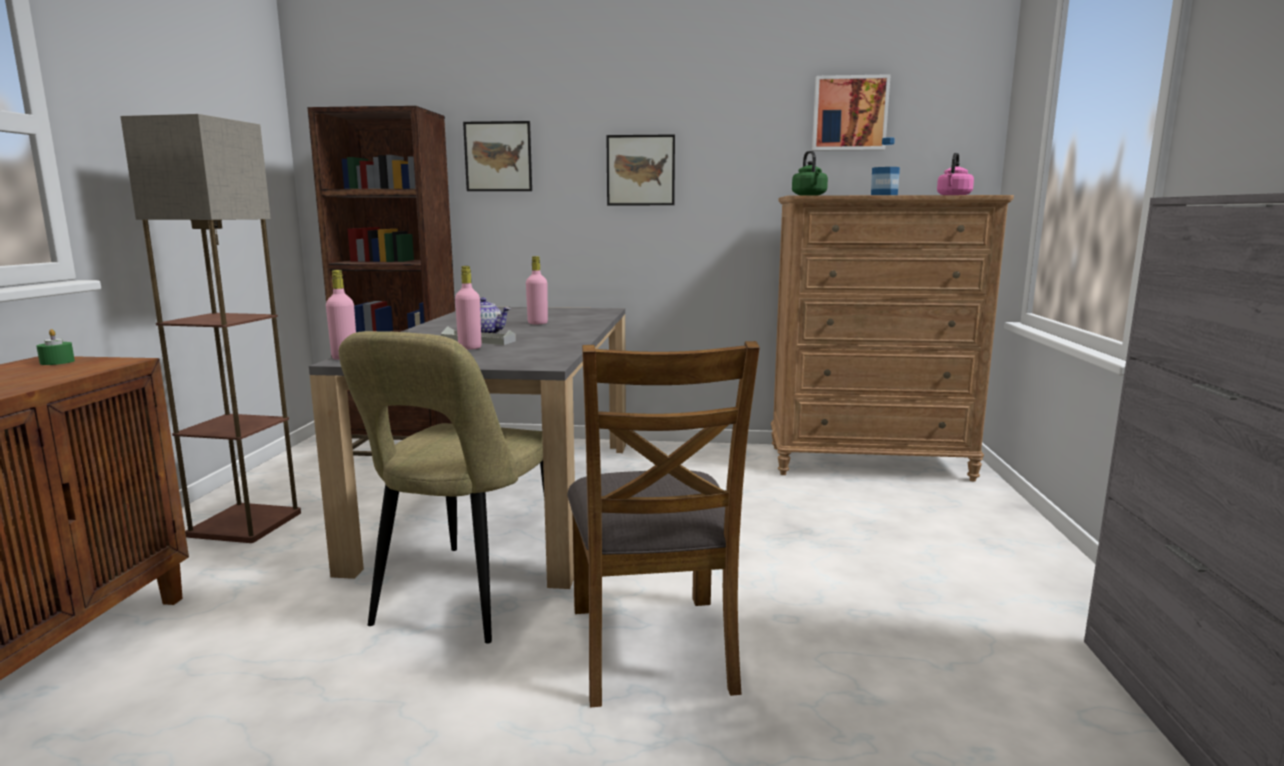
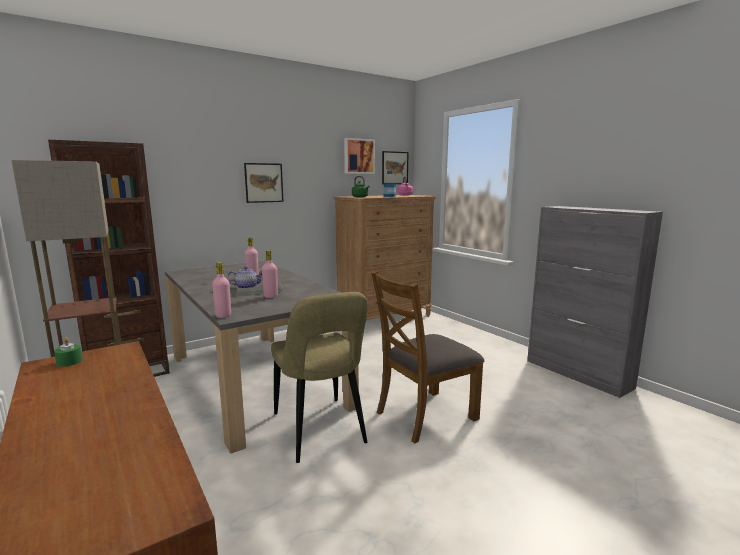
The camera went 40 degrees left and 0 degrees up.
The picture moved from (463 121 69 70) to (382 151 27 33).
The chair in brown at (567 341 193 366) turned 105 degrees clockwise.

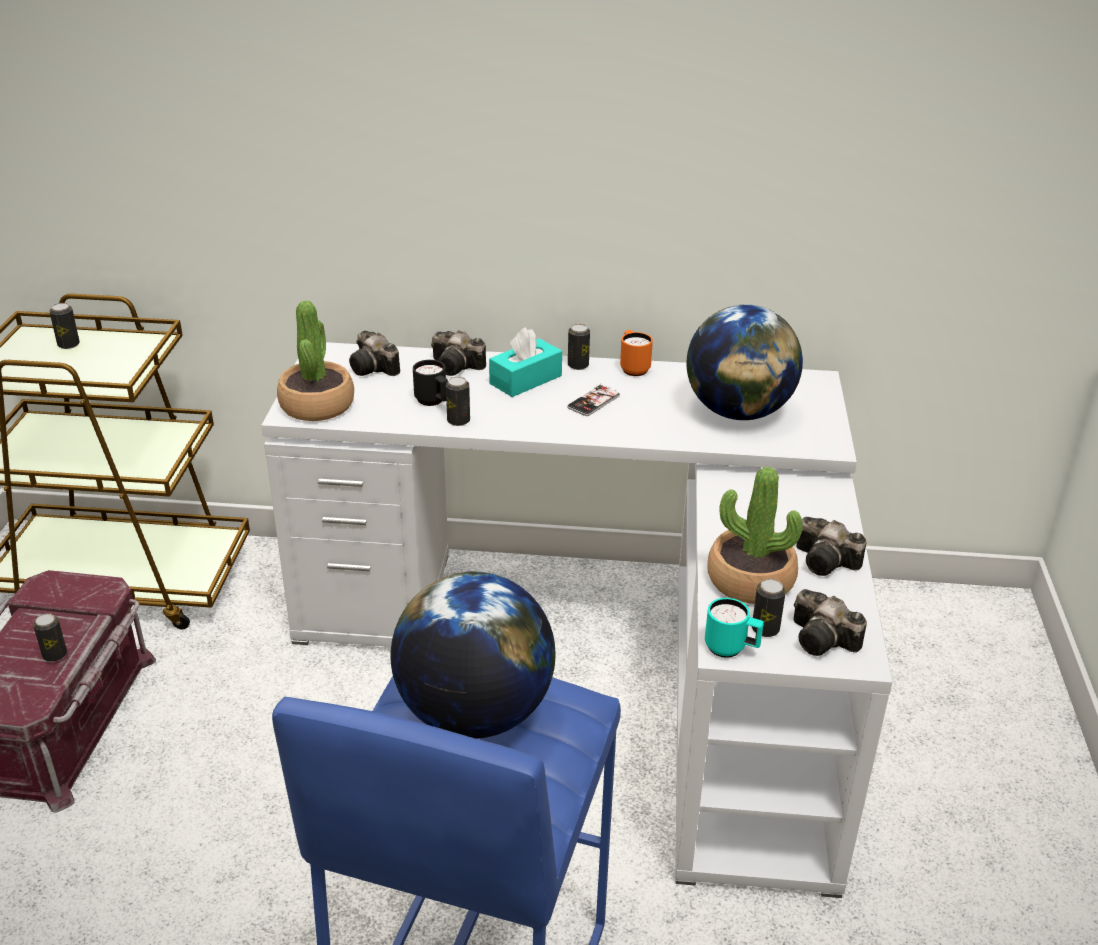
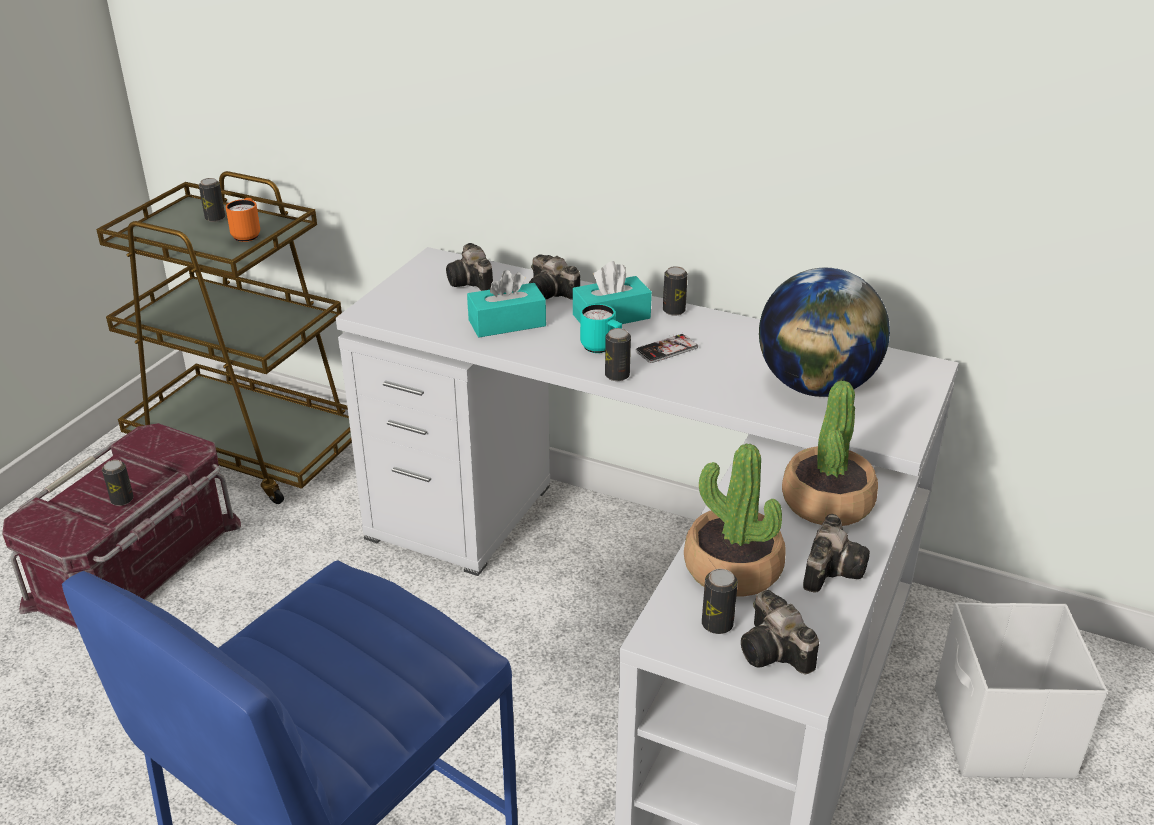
The camera went 20 degrees right and 0 degrees up.
The potted plant moved from (277 300 77 121) to (782 381 96 145).
The mug in orange moved from (620 330 33 46) to (226 198 34 44).
The mug in black at (413 360 35 46) was replaced by the tissue box in turquoise at (467 270 79 67).
The can moved from (446 377 24 49) to (605 328 26 53).
The photo camera at (796 517 71 59) turned 120 degrees counterclockwise.
The globe at (391 572 165 167) disappeared.
The mug in turquoise moved from (705 598 59 60) to (580 304 42 49).
The storage box in white at (935 602 173 177) appeared.

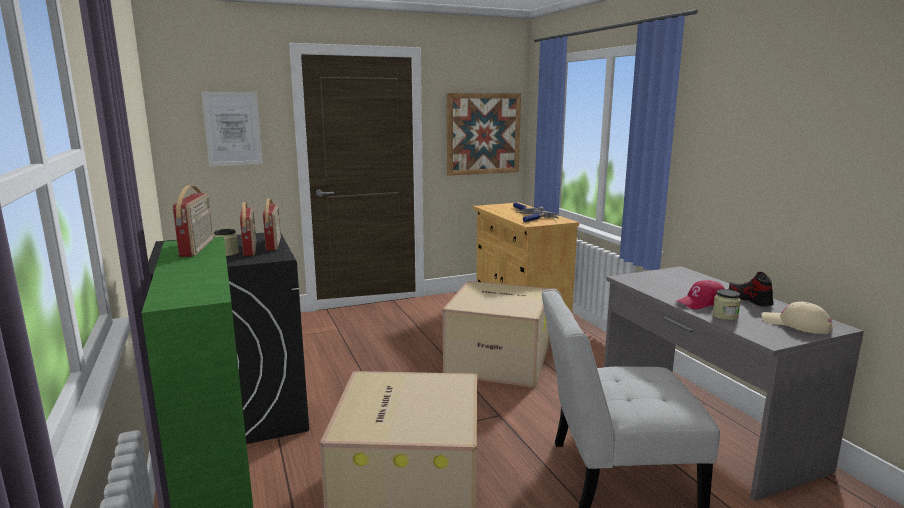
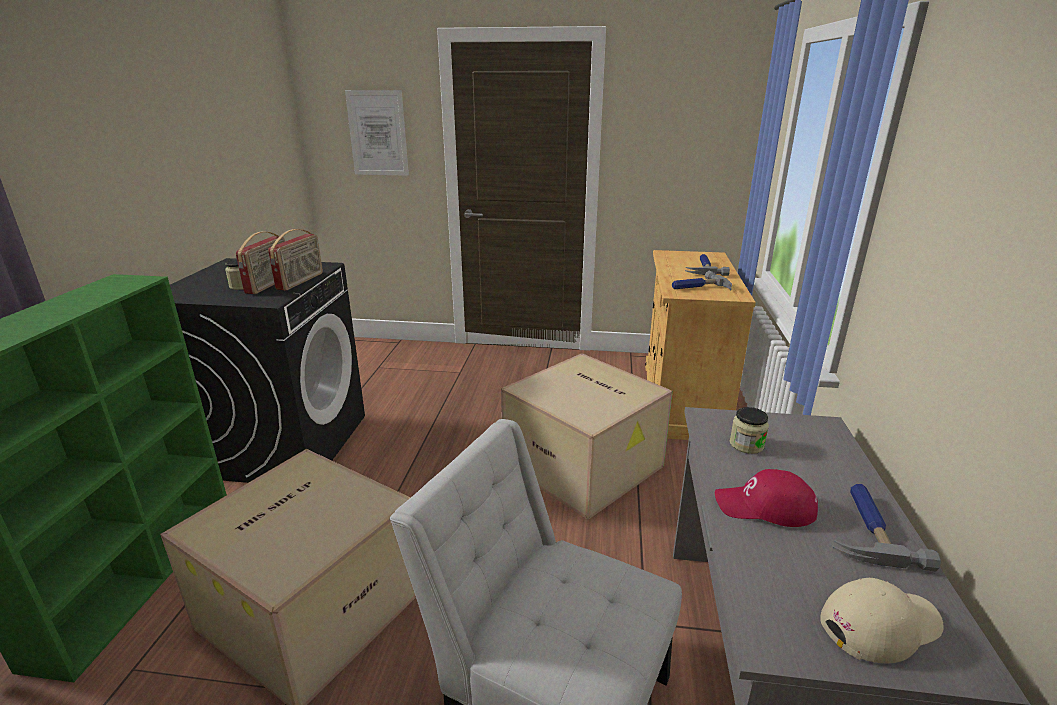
The camera went 30 degrees right and 10 degrees up.
The picture at (447 93 74 83) disappeared.
The radio at (173 185 40 72) disappeared.
The shoe at (729 272 45 34) was replaced by the hammer at (833 484 108 88).
The jar moved from (712 289 29 31) to (730 407 39 47).
The cap in beige at (762 302 71 32) turned 90 degrees clockwise.

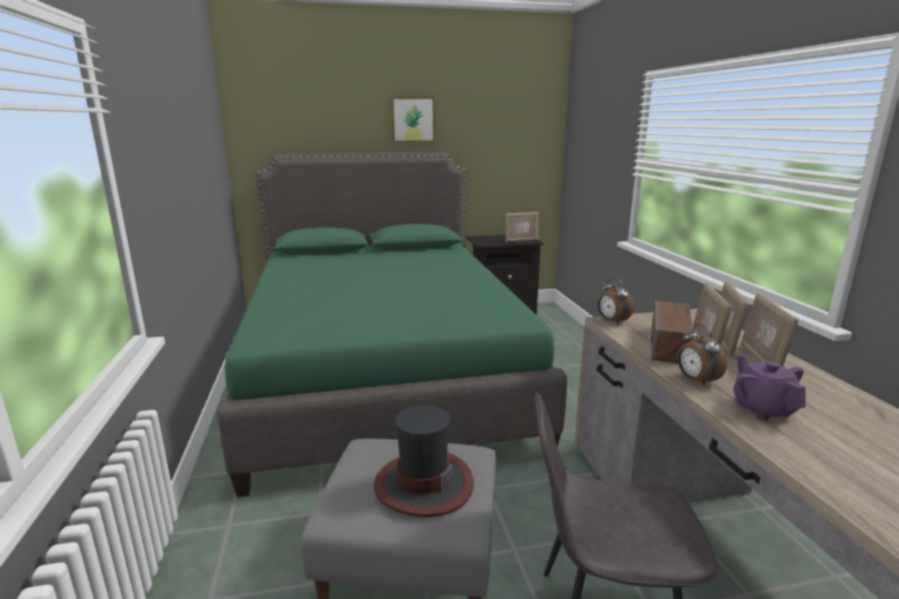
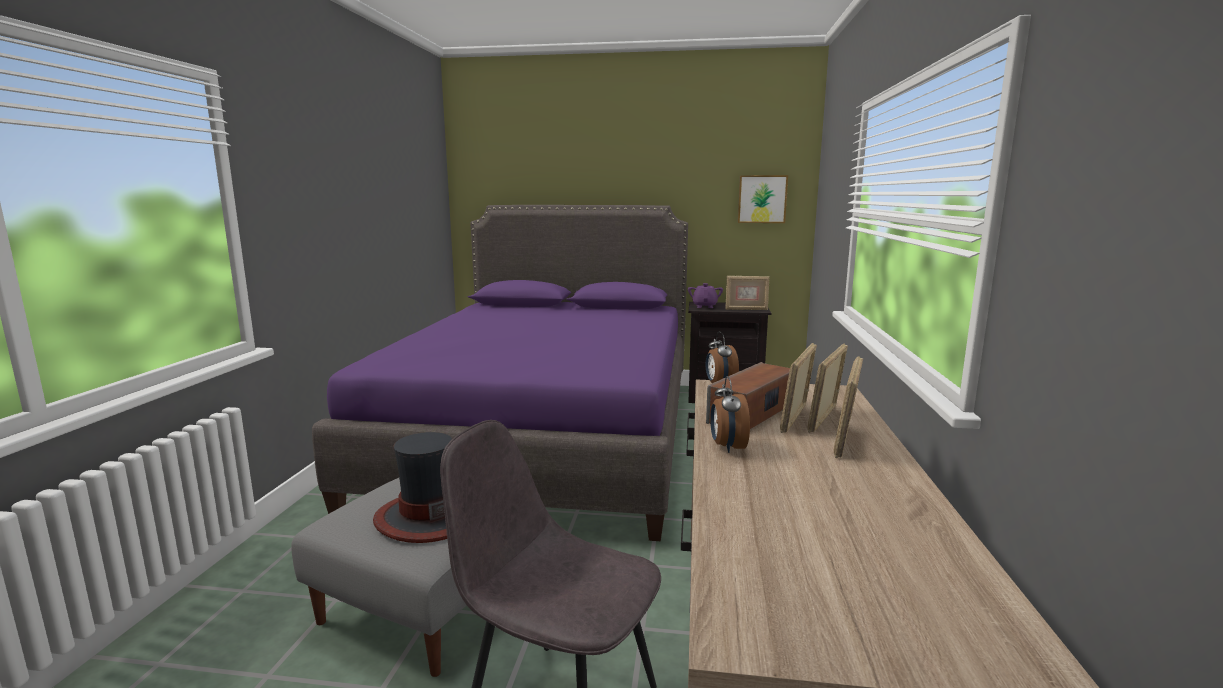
The camera went 20 degrees right and 5 degrees down.
The picture moved from (391 97 44 45) to (738 175 50 48).
The bed in green at (217 152 350 345) became the bed in purple at (312 205 376 336).
The teapot in purple moved from (733 356 73 64) to (688 283 35 25).

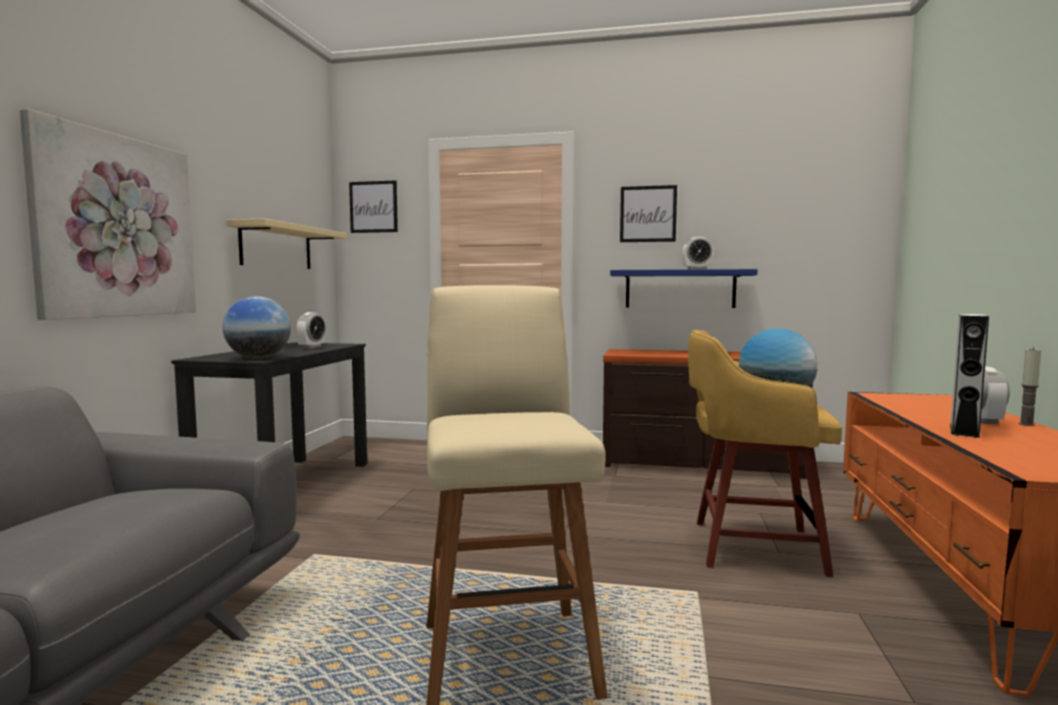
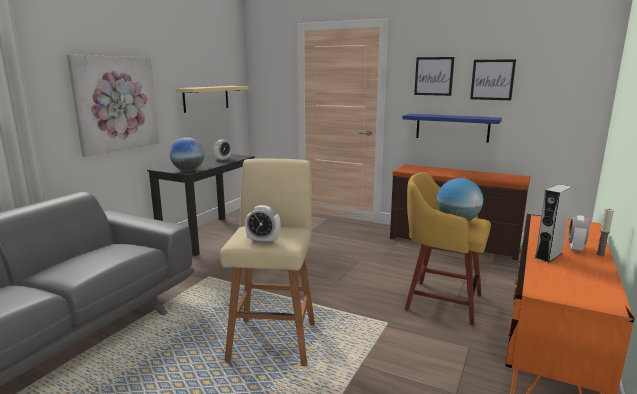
The camera went 15 degrees right and 10 degrees up.
The picture moved from (349 180 49 53) to (470 59 46 41).
The alarm clock moved from (682 237 31 32) to (245 205 36 39).

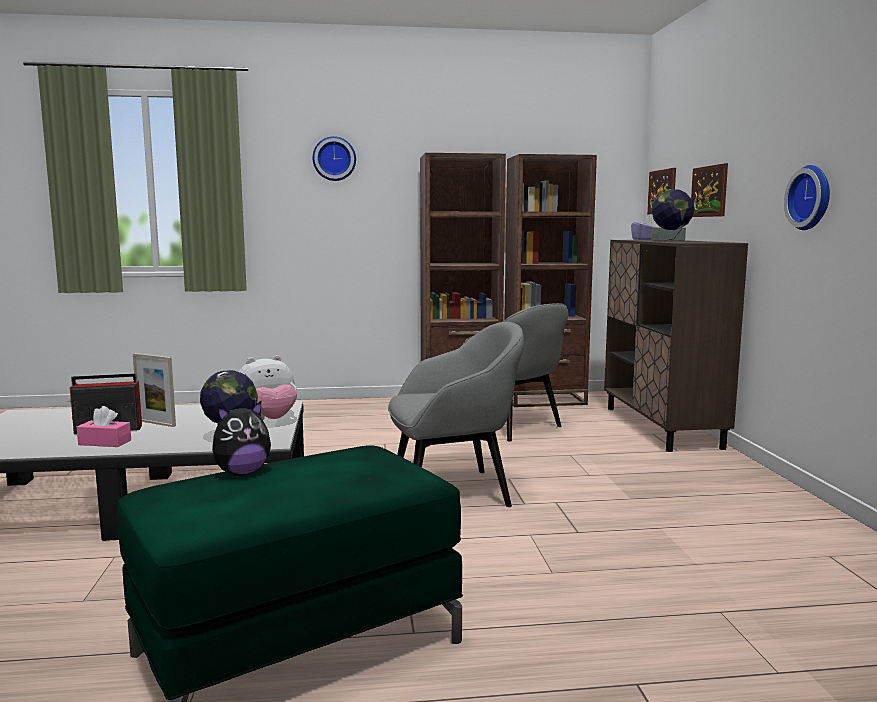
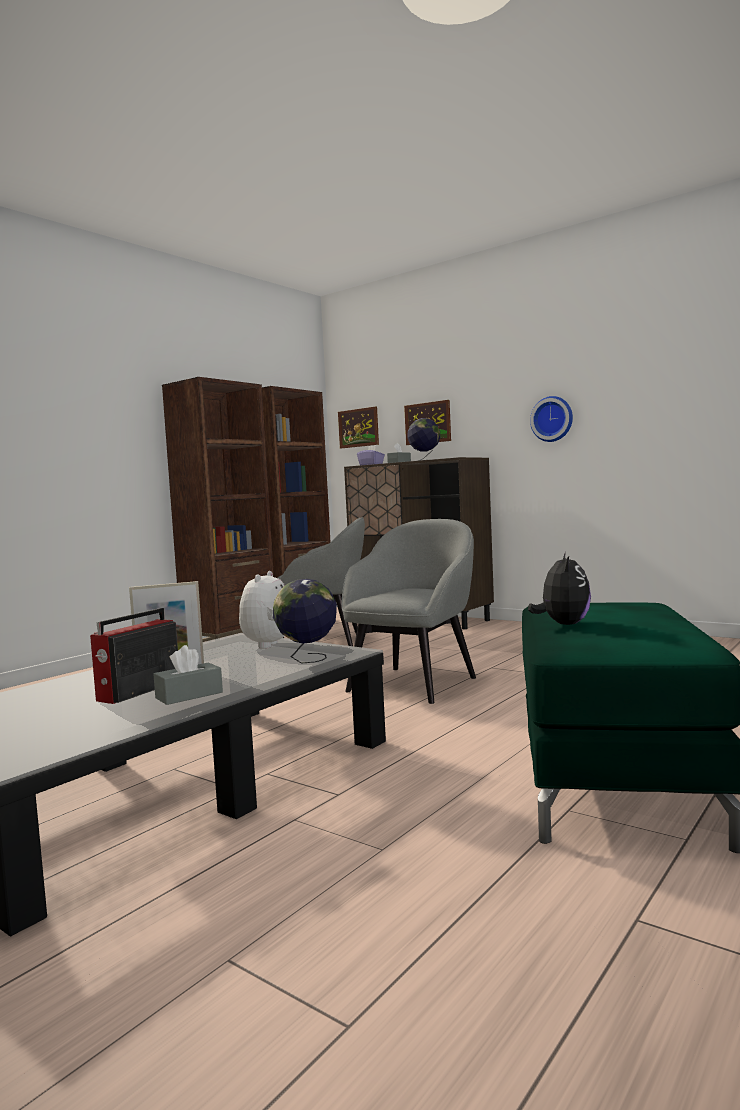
The camera went 45 degrees left and 5 degrees down.
The wall clock at (313 136 43 45) disappeared.
The tissue box in pink at (77 406 54 41) became the tissue box in grey at (153 645 70 60).

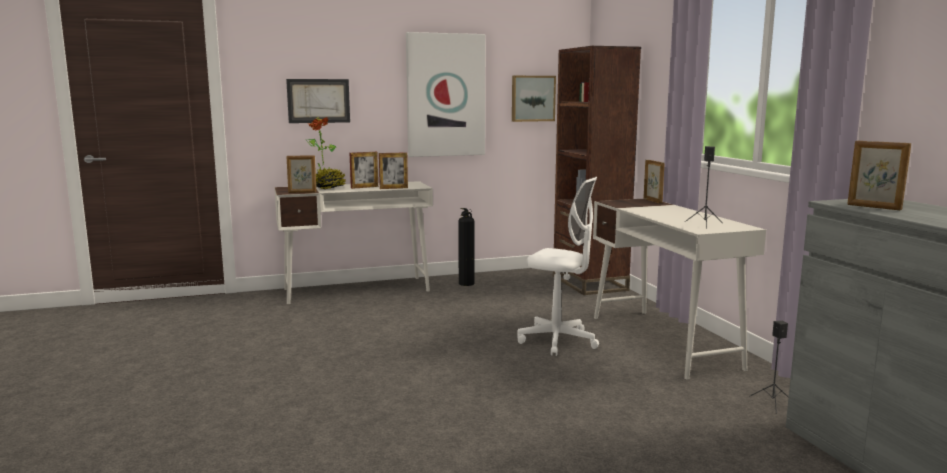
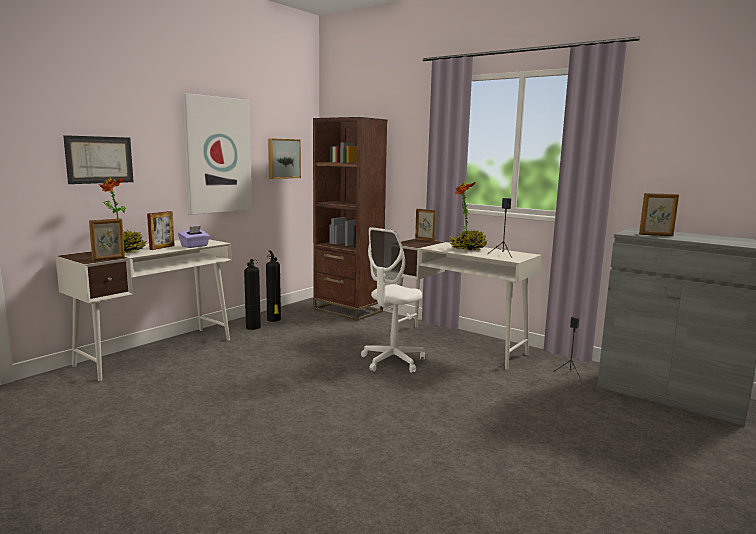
The camera went 35 degrees left and 0 degrees up.
The picture frame at (379 152 29 37) was replaced by the tissue box in purple at (178 226 32 22).
The office chair in white at (517 177 82 179) turned 135 degrees clockwise.
The potted plant at (449 182 38 68) appeared.
The fire extinguisher at (266 250 15 72) appeared.

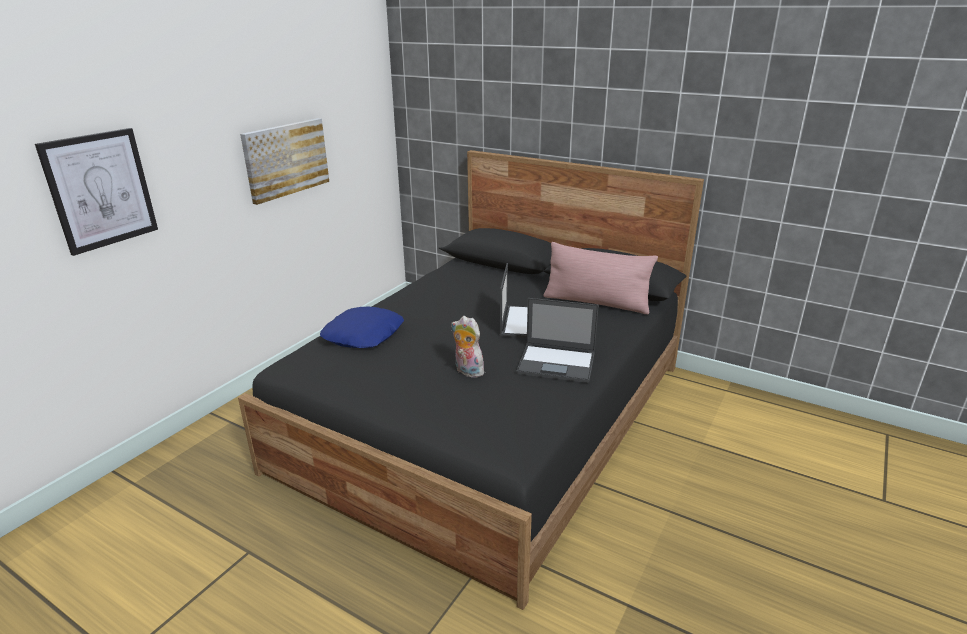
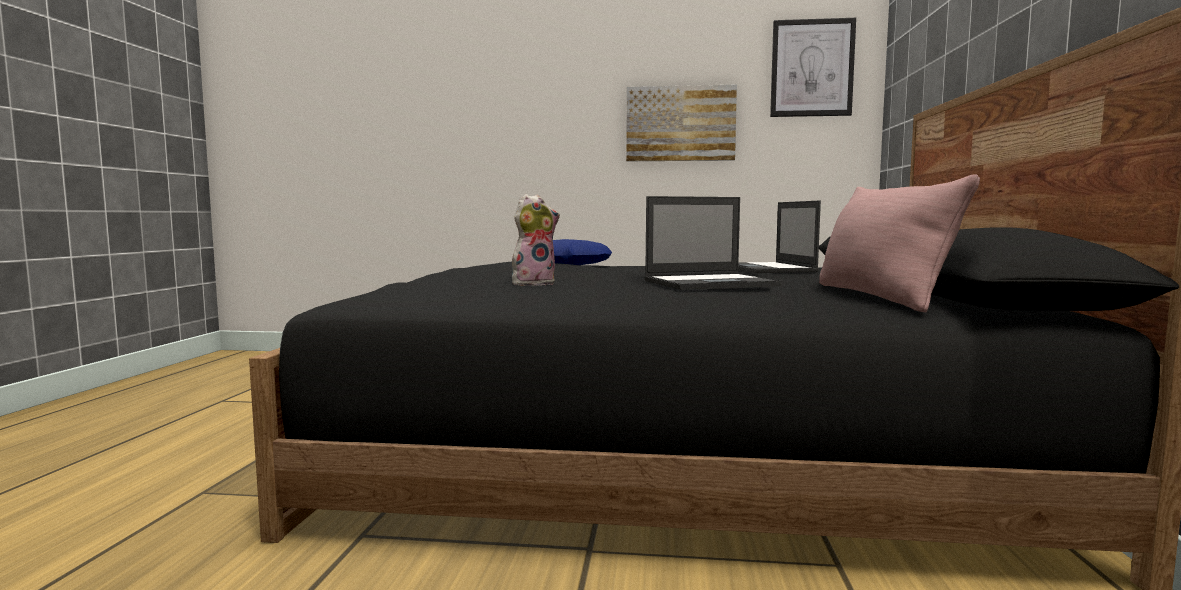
The camera went 65 degrees right and 20 degrees down.
The picture moved from (35 128 123 128) to (770 18 86 99).
The laptop moved from (516 298 83 85) to (738 201 83 72).
The plush toy at (451 316 35 62) turned 45 degrees clockwise.

